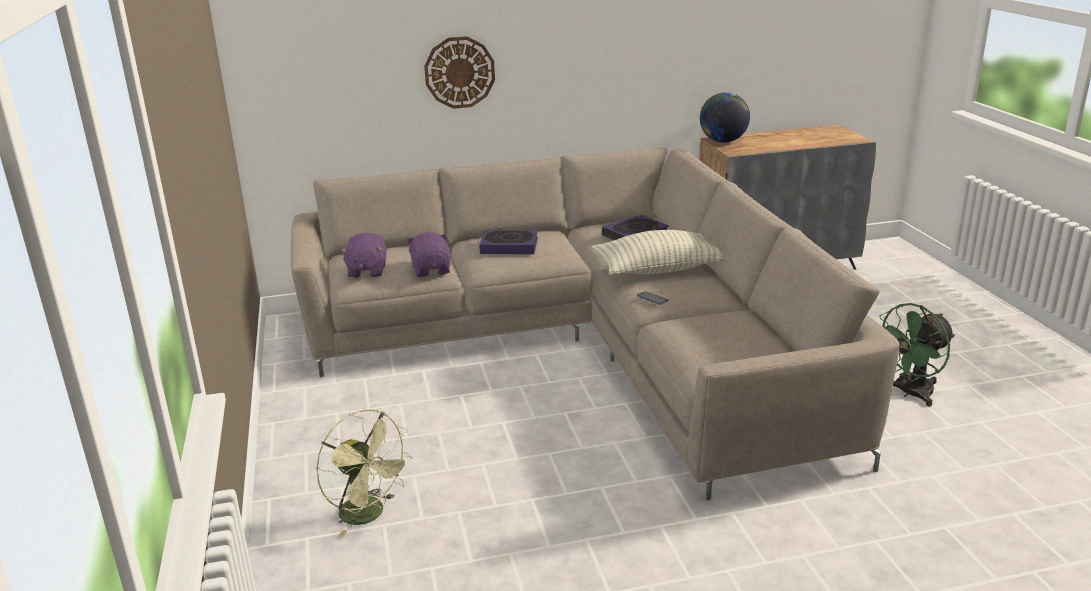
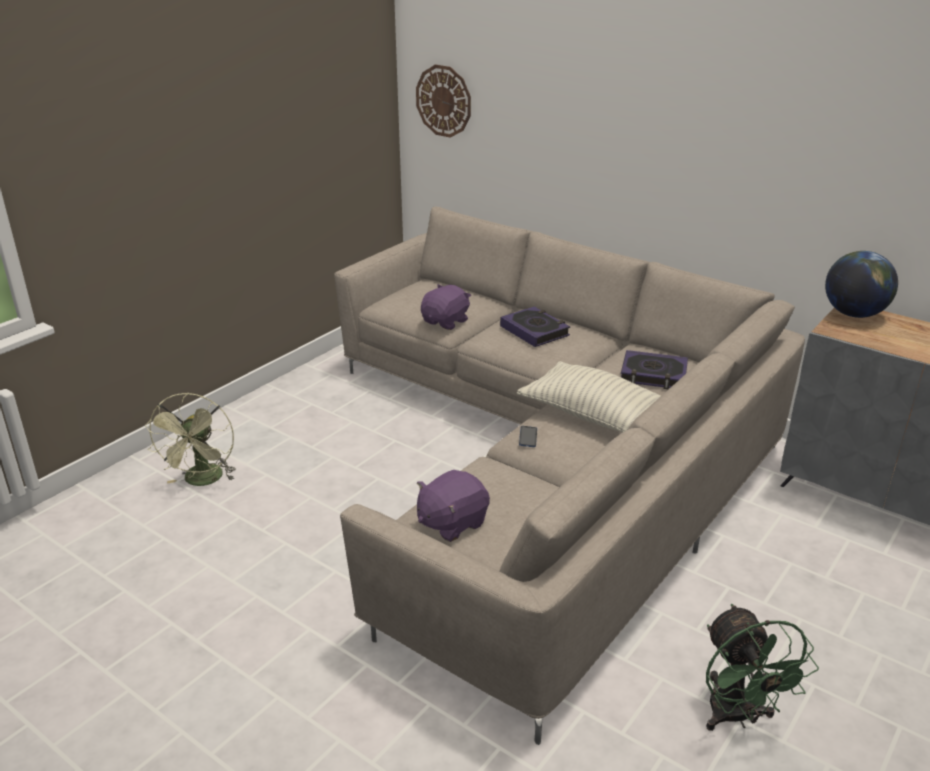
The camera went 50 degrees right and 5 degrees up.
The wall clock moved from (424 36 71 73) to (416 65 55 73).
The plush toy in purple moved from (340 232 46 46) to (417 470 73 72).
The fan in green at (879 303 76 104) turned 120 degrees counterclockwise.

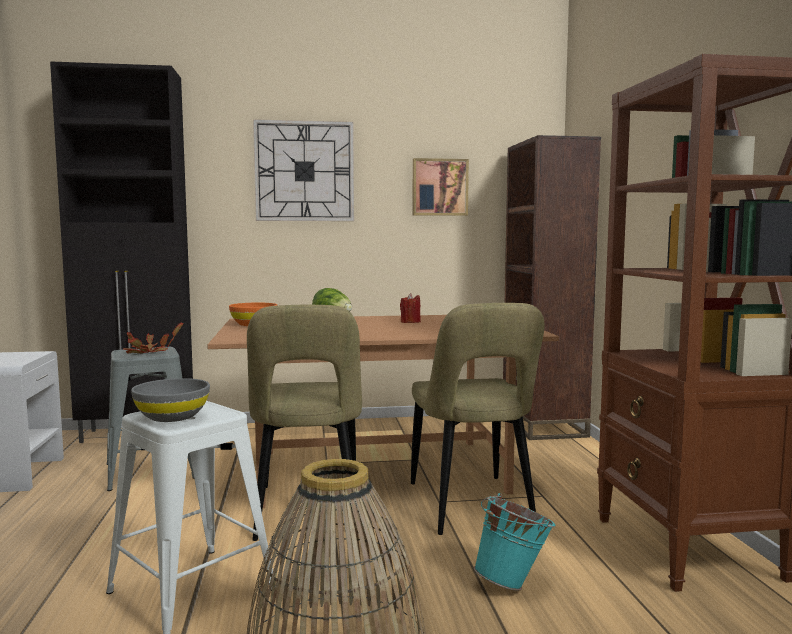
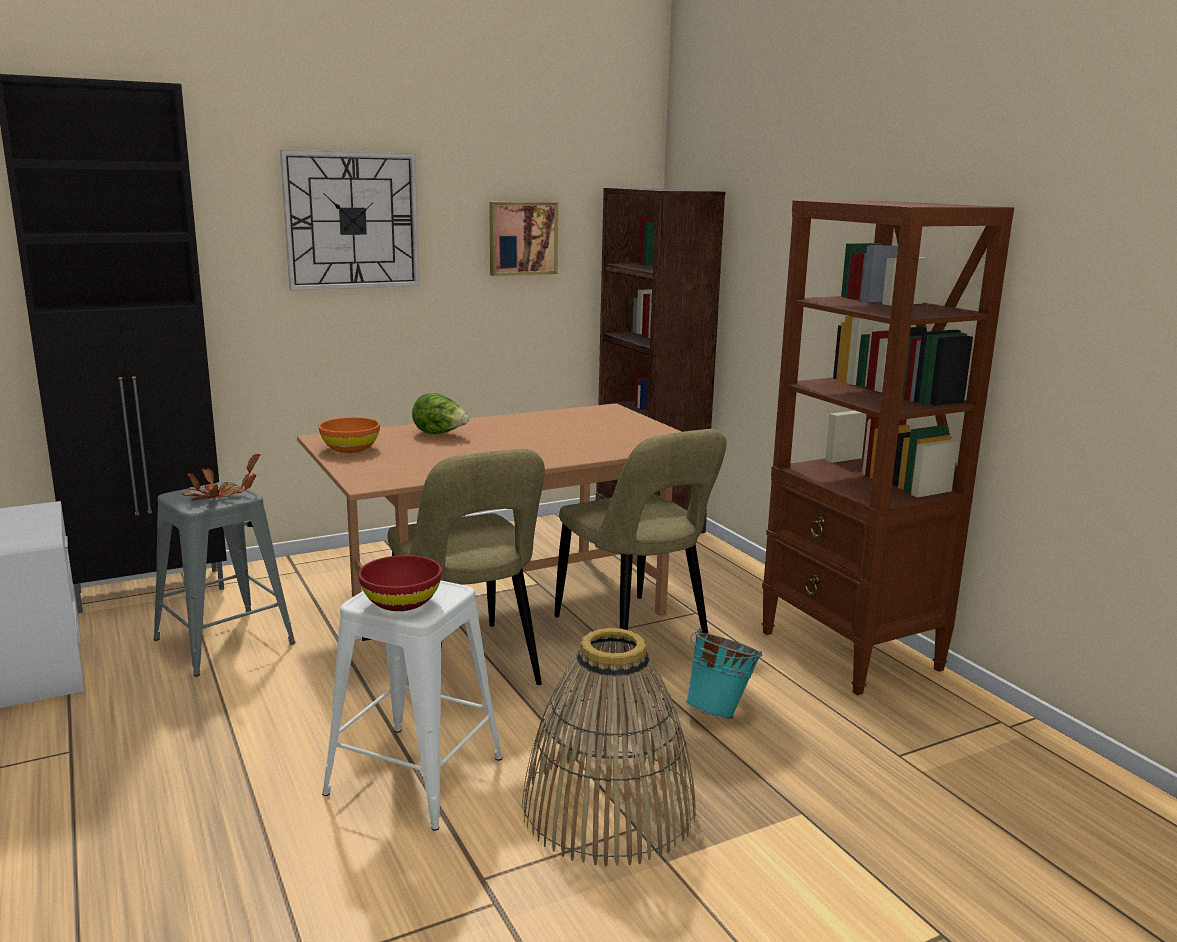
The camera went 20 degrees left and 10 degrees up.
The candle in red at (400 293 21 30) disappeared.
The bowl in grey at (131 378 79 44) became the bowl in red at (358 555 84 56).

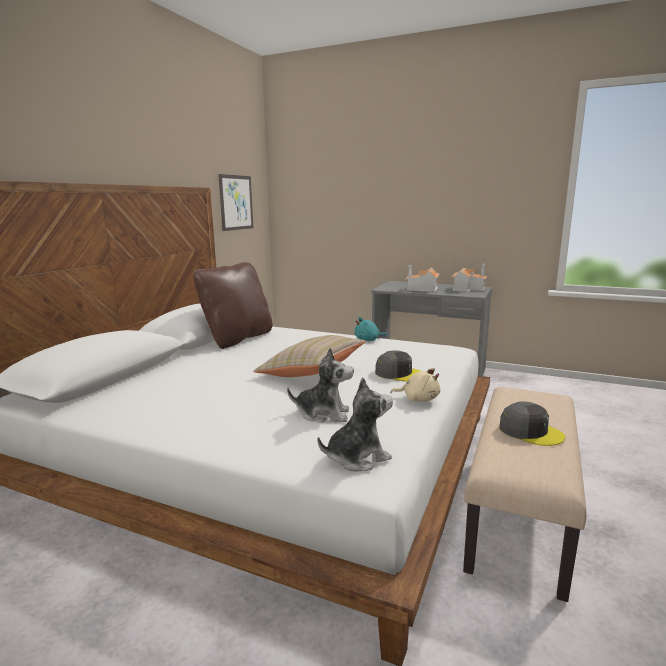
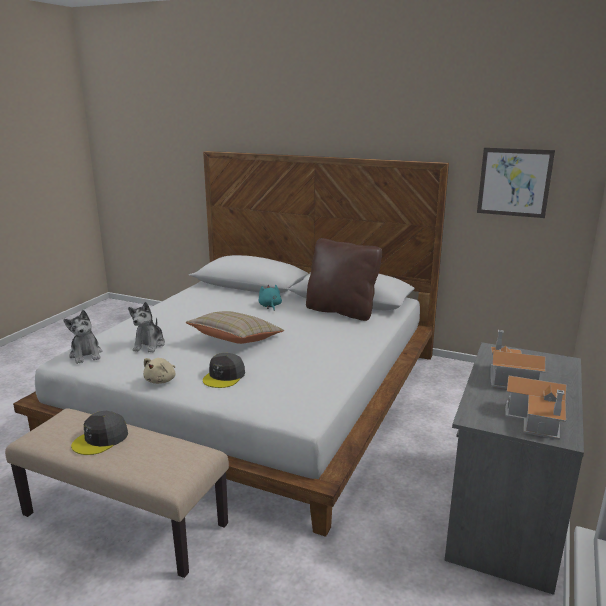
The camera went 90 degrees right and 5 degrees up.
The plush toy in turquoise moved from (354 317 34 24) to (259 285 23 26).

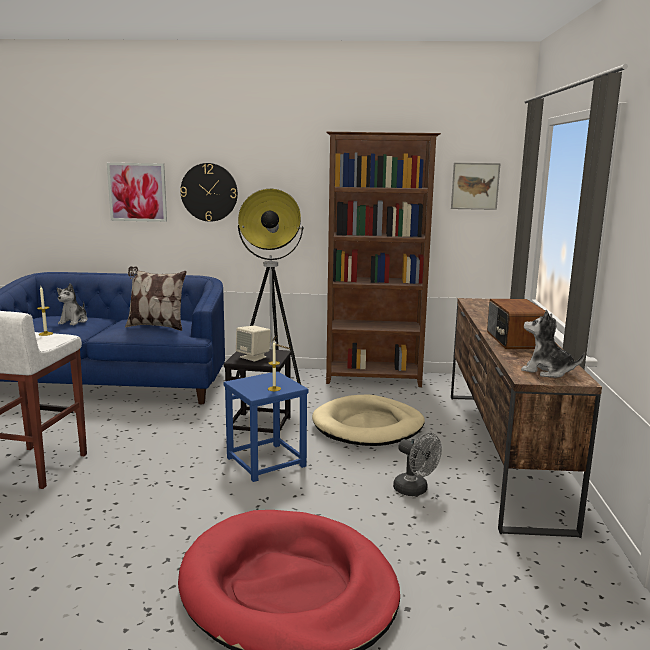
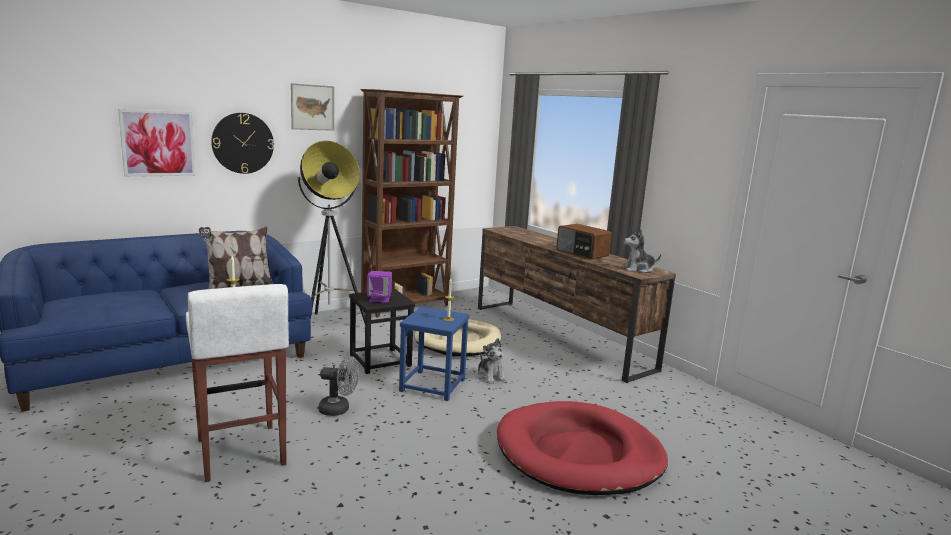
The camera went 40 degrees left and 0 degrees up.
The picture moved from (451 163 50 47) to (291 83 43 48).
The plush toy moved from (57 283 31 42) to (477 338 29 46).
The speaker in beige at (236 326 34 36) became the speaker in purple at (367 271 25 32).
The fan in grey moved from (393 433 49 63) to (318 356 41 60).

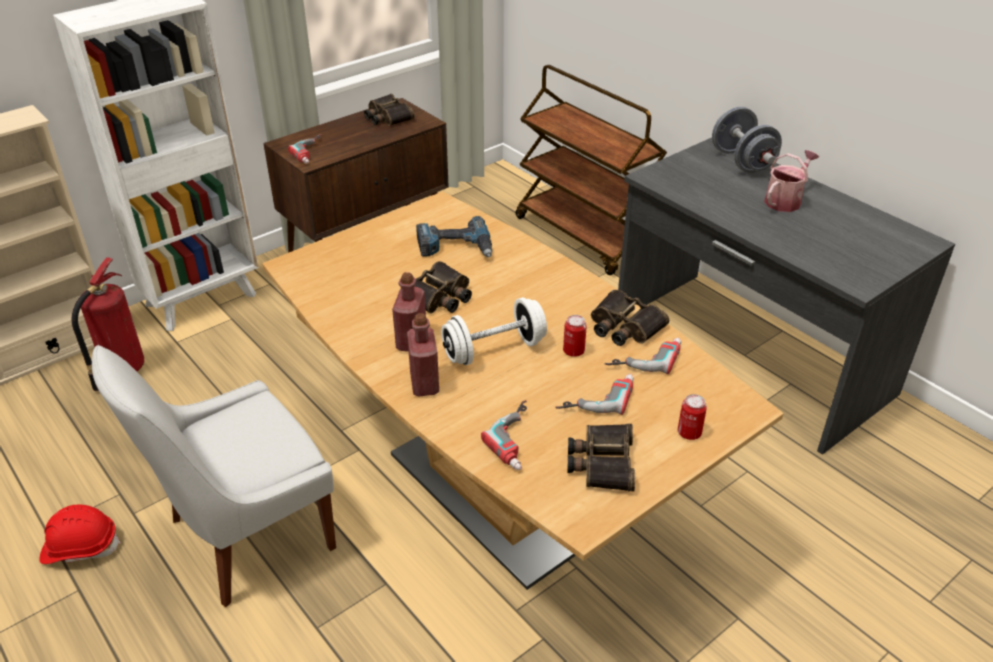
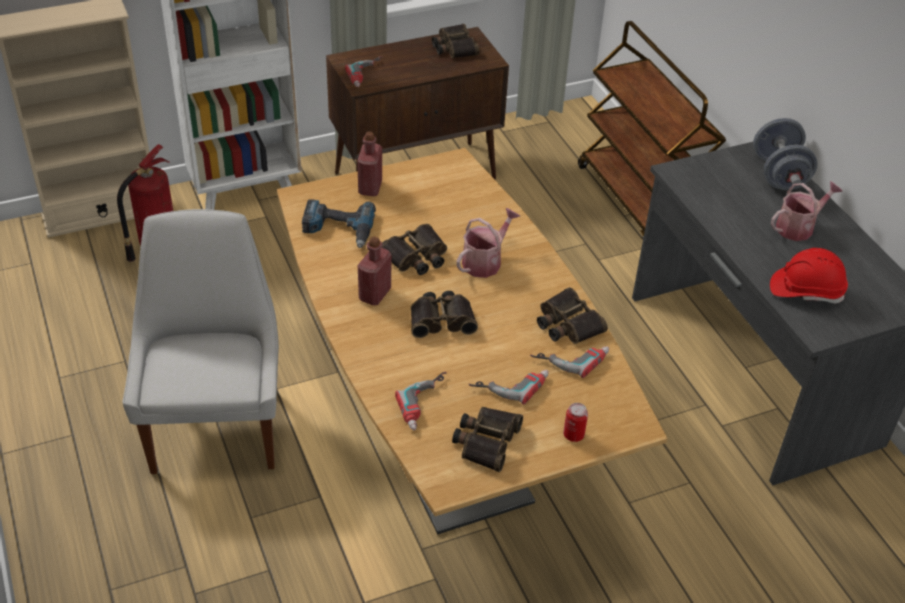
The camera went 15 degrees right and 5 degrees up.
The power drill moved from (416 216 76 41) to (302 199 74 49).
The dumbbell in white at (441 297 106 68) was replaced by the binoculars at (411 291 67 47).
The bottle in red moved from (407 313 32 83) to (357 131 25 65).
The can at (563 315 24 42) disappeared.
The chair in white at (92 345 244 262) turned 105 degrees clockwise.
The hard hat in red moved from (39 504 82 60) to (770 248 78 55).
The watering can at (456 208 64 70) appeared.

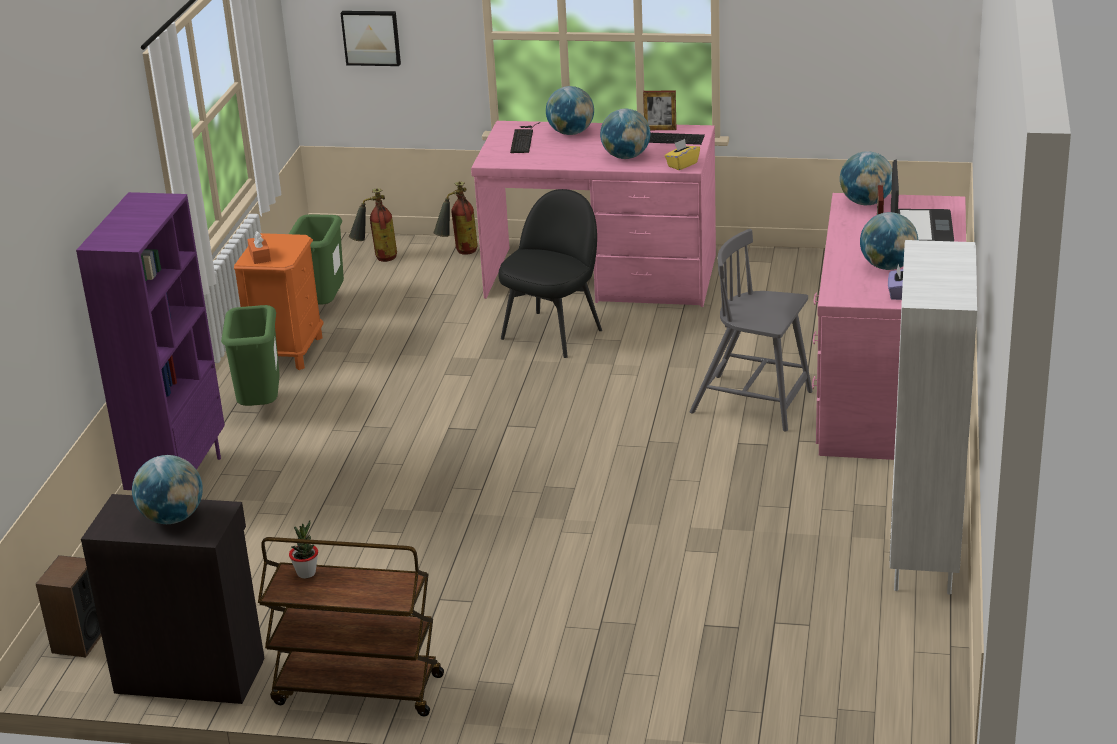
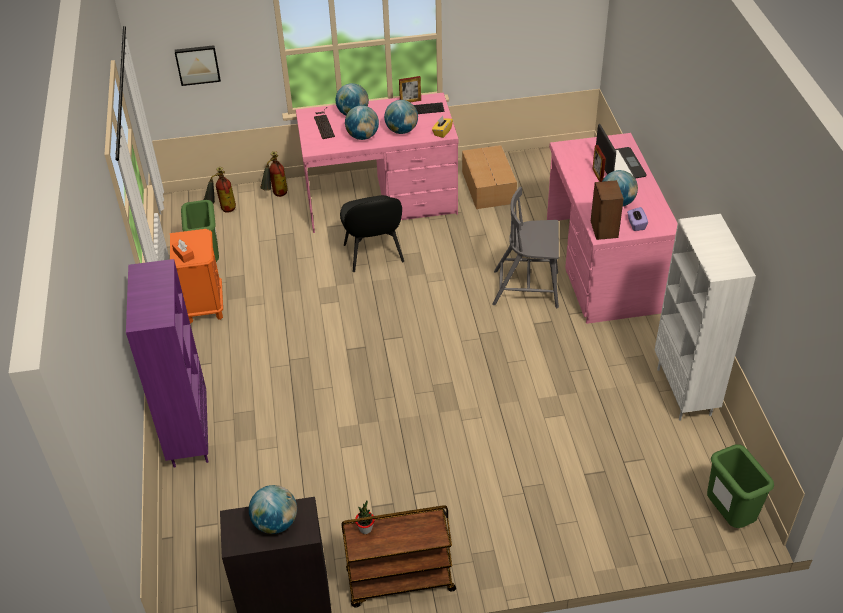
The camera went 20 degrees left and 15 degrees up.
The globe moved from (840 151 52 54) to (345 105 34 35).
The chair in black at (499 189 103 169) turned 150 degrees clockwise.
The trash can in green moved from (221 305 59 101) to (707 444 67 84).
The speaker moved from (36 555 66 102) to (591 180 33 60).
The cardboard box at (462 145 55 64) appeared.

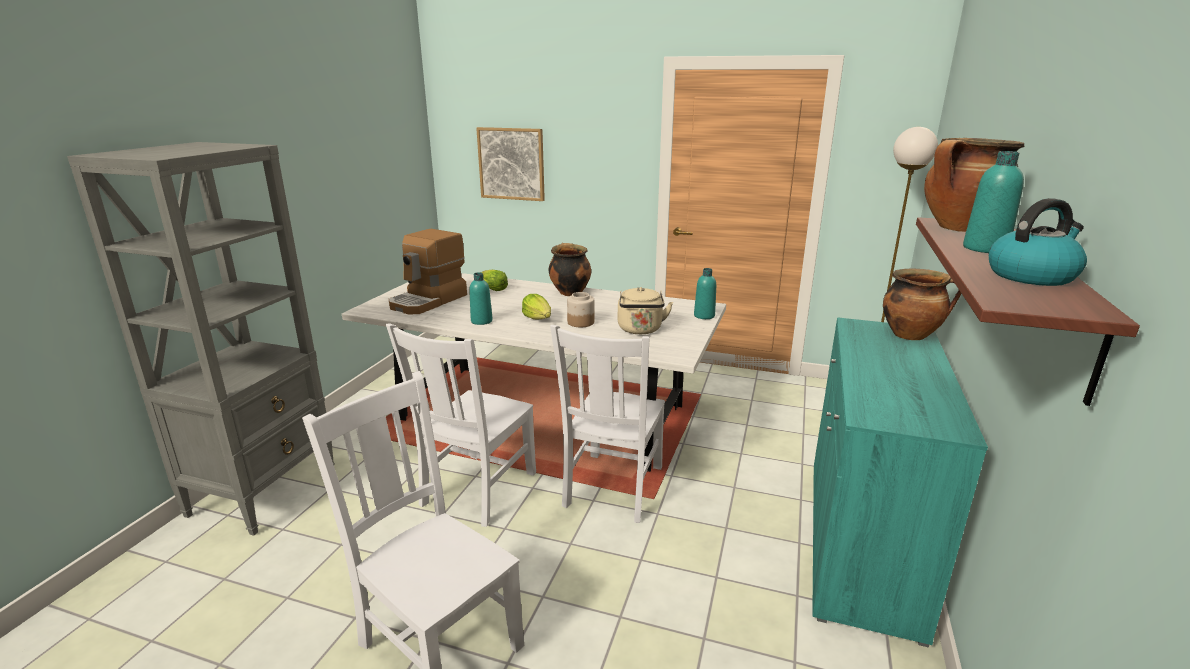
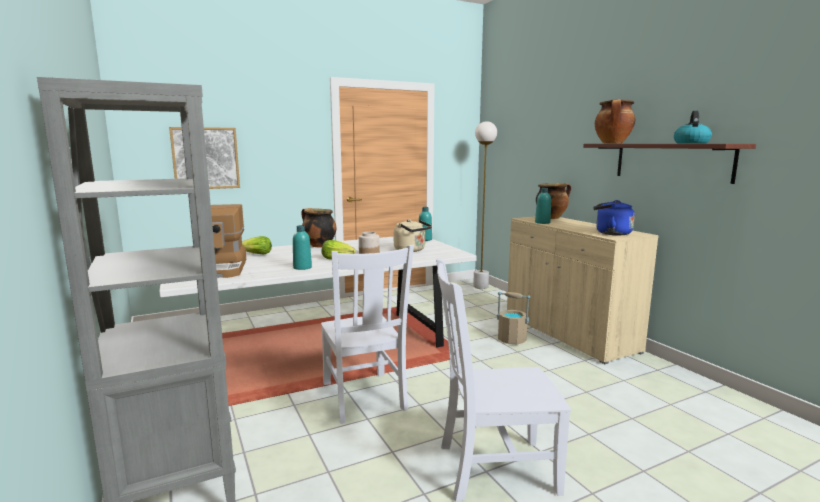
The camera went 45 degrees left and 10 degrees down.
The bottle in turquoise moved from (963 151 61 102) to (535 188 16 36).
The cabinet in turquoise at (812 317 176 331) became the cabinet in beige at (507 216 152 148).
The chair in white at (550 325 115 198) disappeared.
The kettle in blue at (593 200 42 35) appeared.
The bucket in beige at (497 292 33 52) appeared.

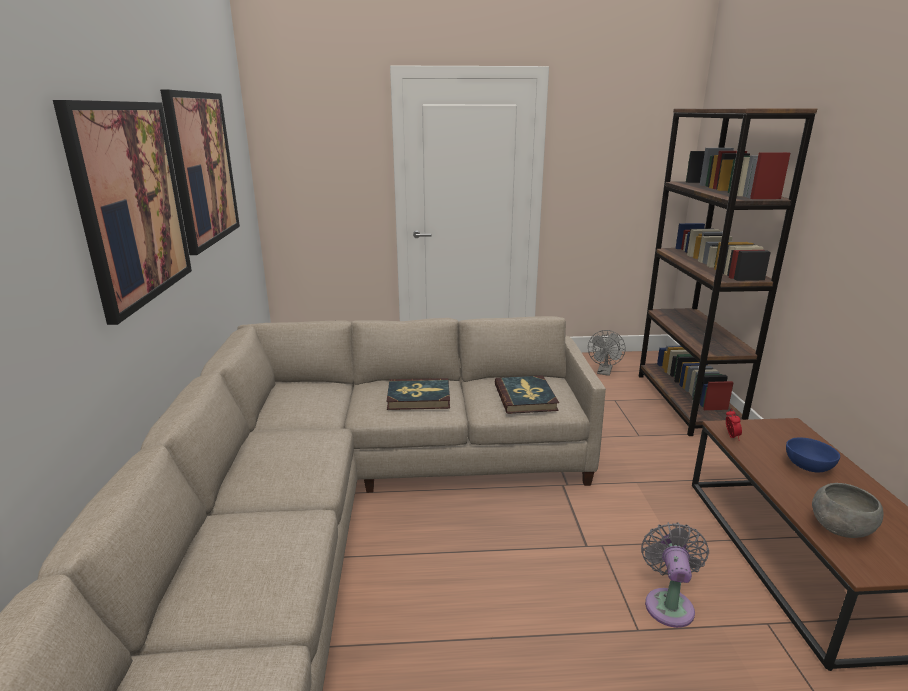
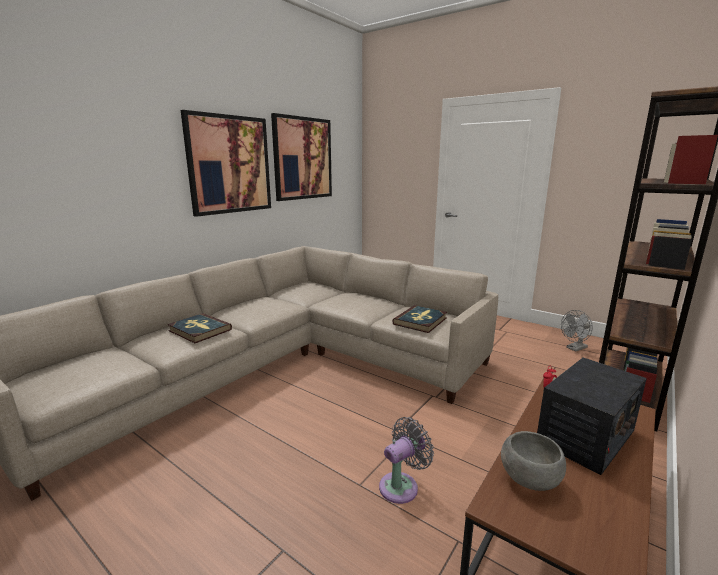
The camera went 40 degrees right and 5 degrees down.
The book moved from (386 378 64 32) to (168 313 64 30).
The bowl in blue at (786 438 54 34) was replaced by the radio at (537 358 110 117).

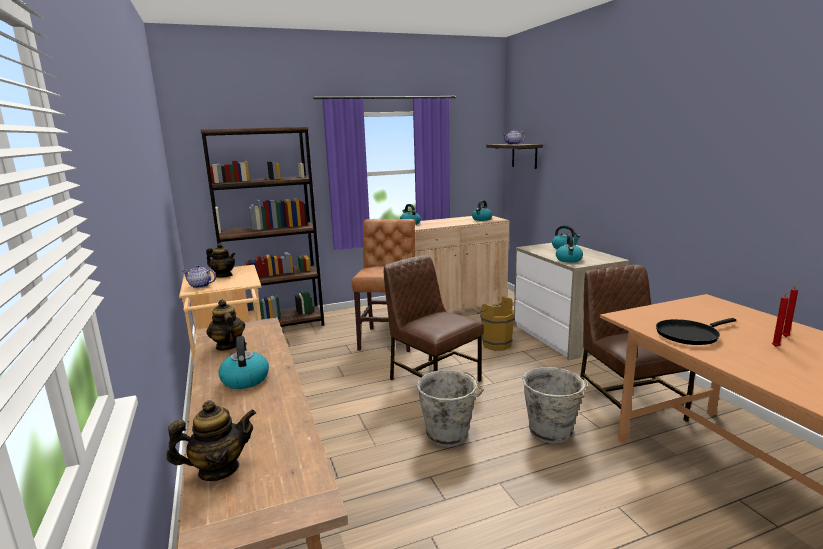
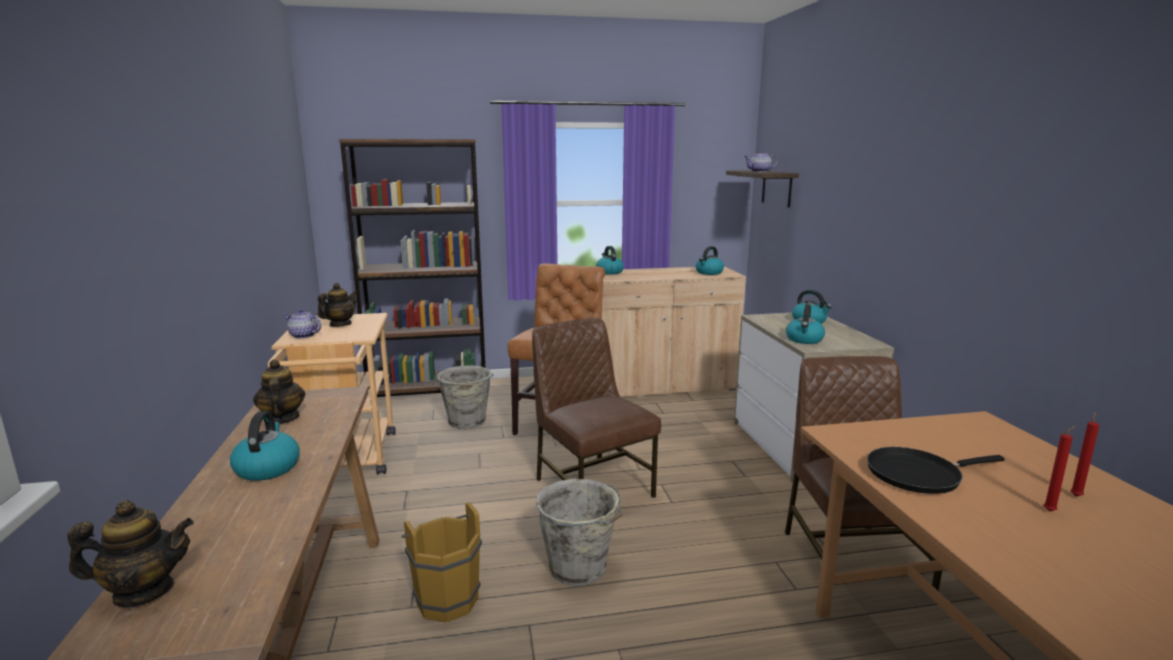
The camera went 10 degrees right and 0 degrees up.
The teapot at (206 243 30 34) turned 90 degrees counterclockwise.
The bucket in brown moved from (477 296 38 55) to (401 502 81 120).
The bucket in grey moved from (522 367 65 77) to (434 365 60 64).

